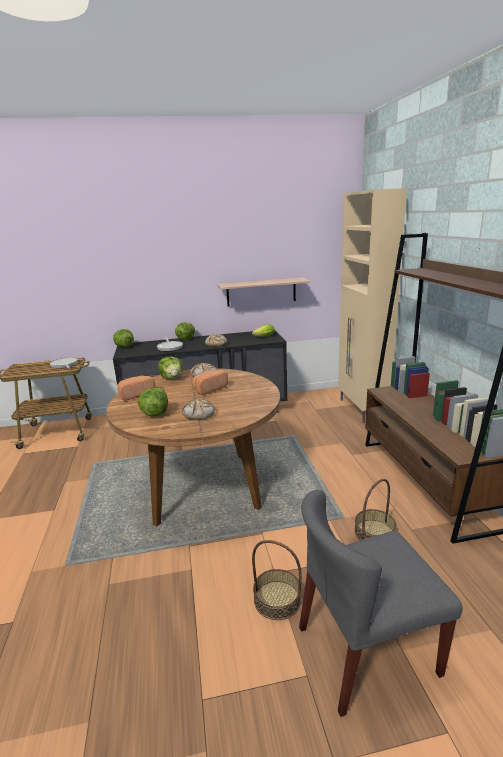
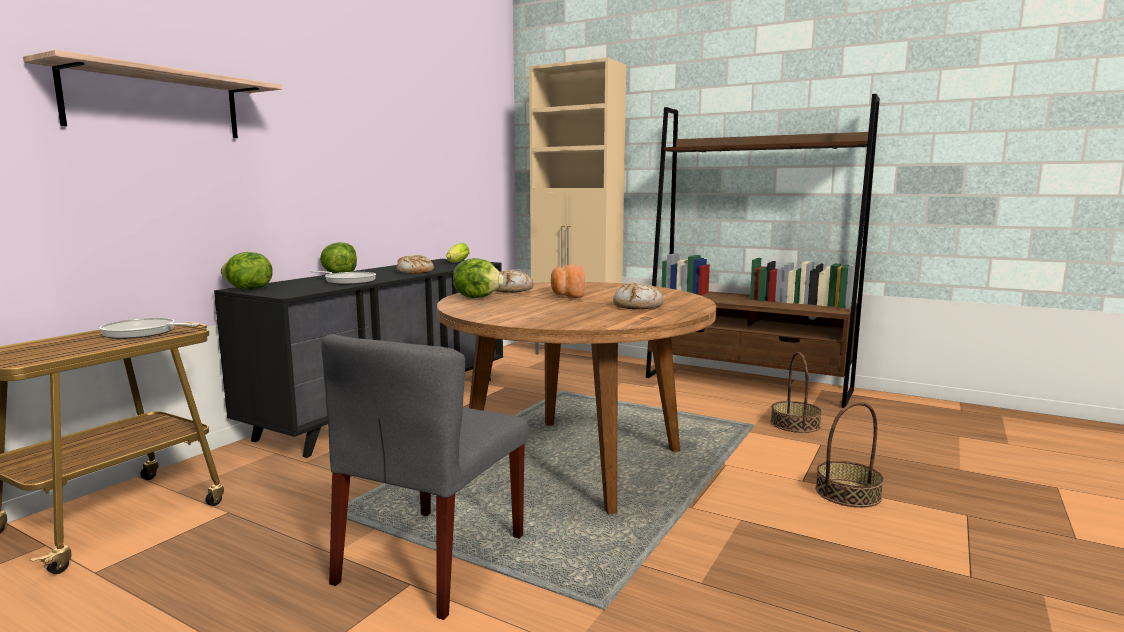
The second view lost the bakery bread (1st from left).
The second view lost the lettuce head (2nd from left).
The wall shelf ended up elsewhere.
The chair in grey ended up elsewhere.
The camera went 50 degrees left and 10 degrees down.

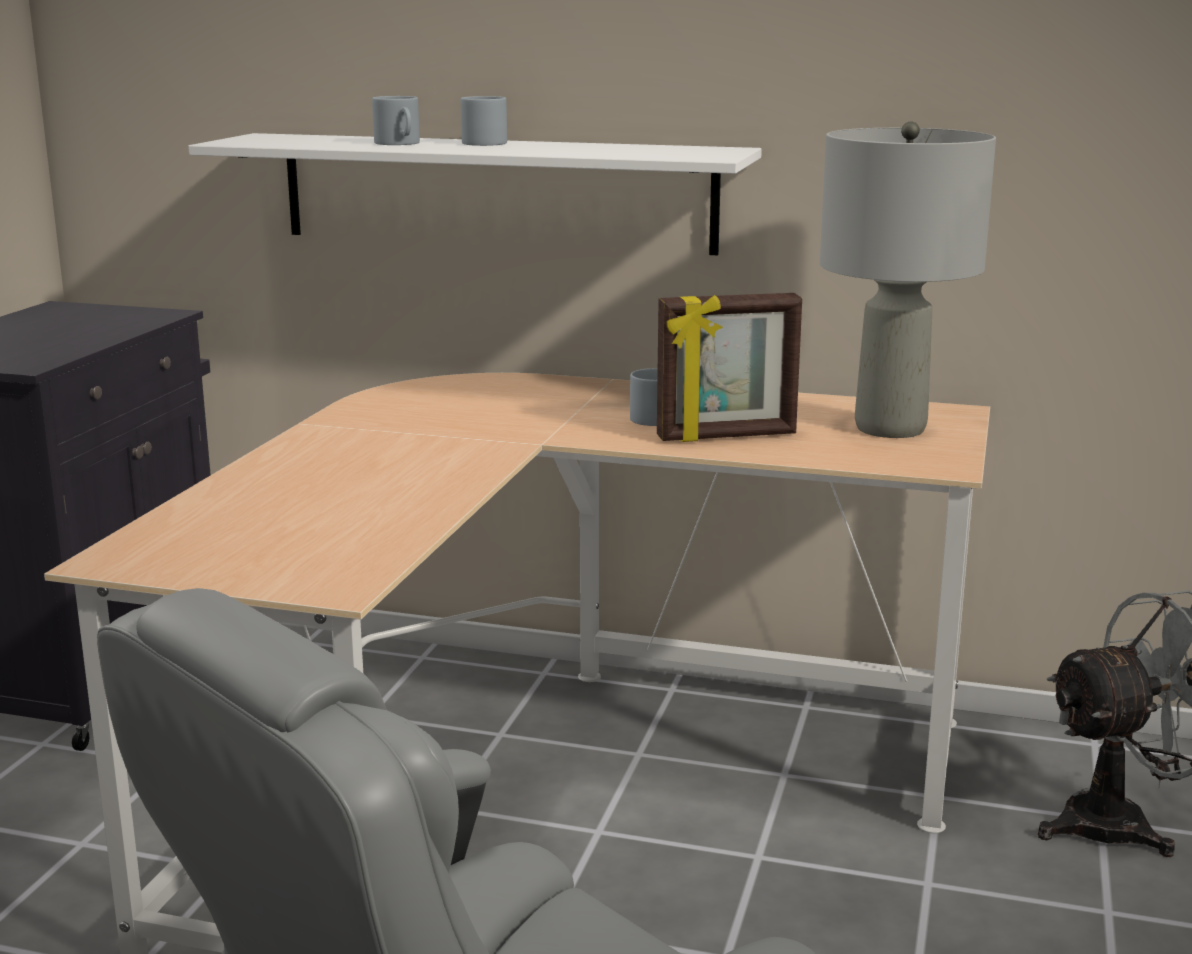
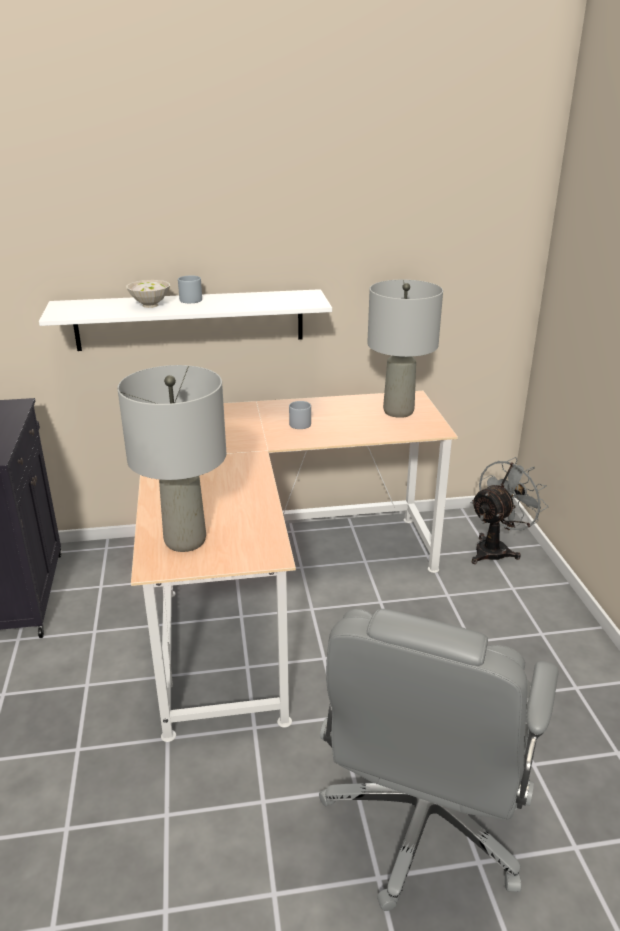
Where the tea mug in grey (1st from left) stood, the deep dish in whitish came to stand.
The second view lost the photo frame.
The second view gained the lamp for a table in grey (1st from left).
The camera went 25 degrees left and 10 degrees up.

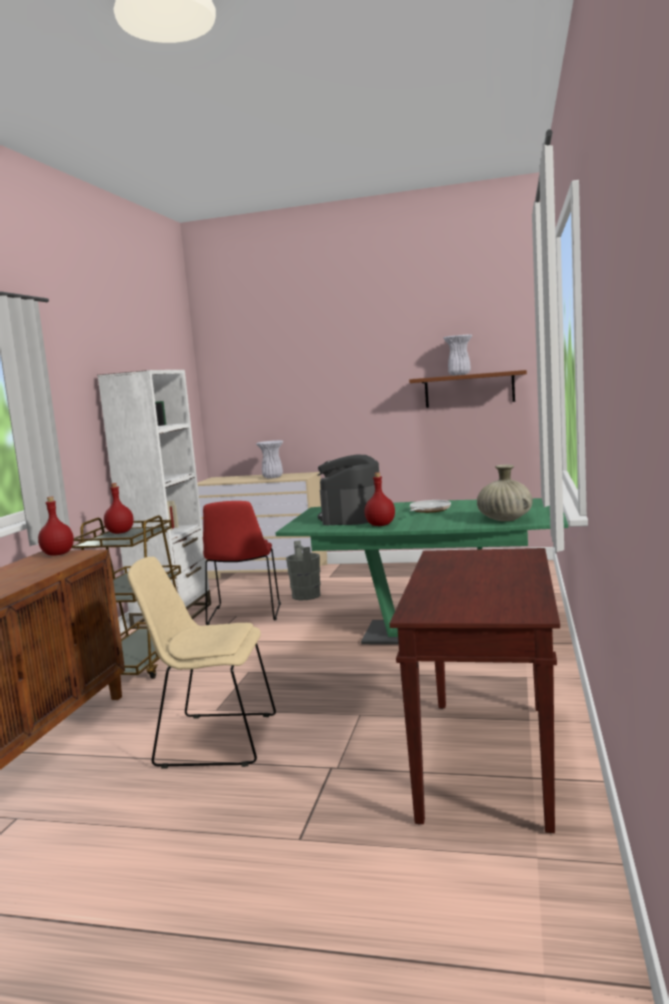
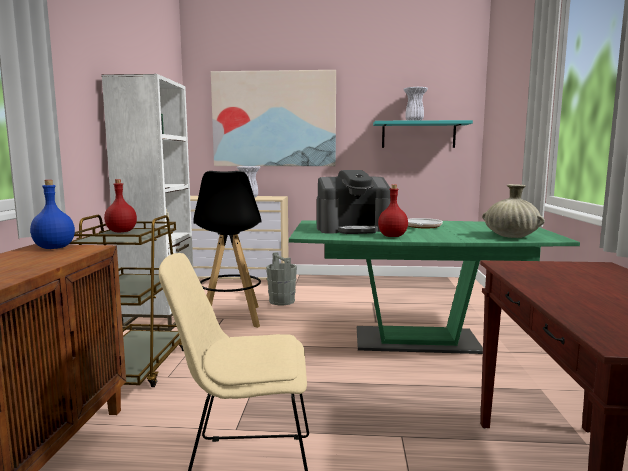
What was the beverage bottle in reddish (1st from left) turned into the beverage bottle in blue-coloured.
Where the chair in reddish stood, the sitting stool in blackish came to stand.
The coffee brewer ended up facing another way, 105 degrees counterclockwise from before.
What was the wall shelf in brownish turned into the wall shelf in turquoise.
The second view gained the wall art.
The camera went 10 degrees left and 0 degrees up.

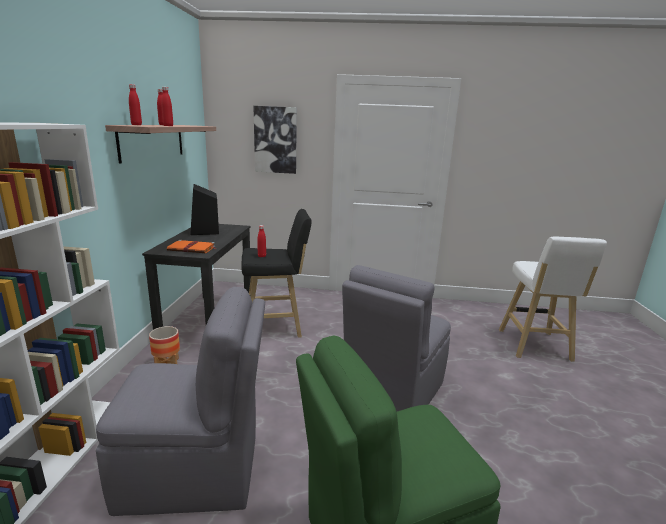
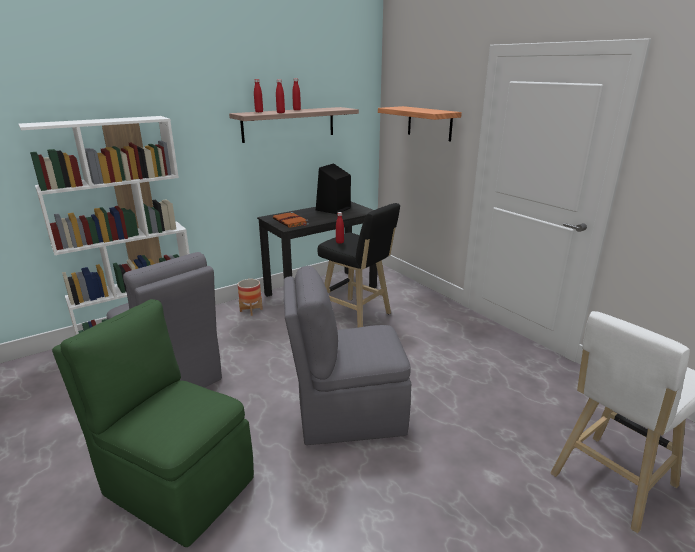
Where the wall art hung, the wall shelf (2nd from left) came to hang.
The camera went 50 degrees right and 5 degrees up.

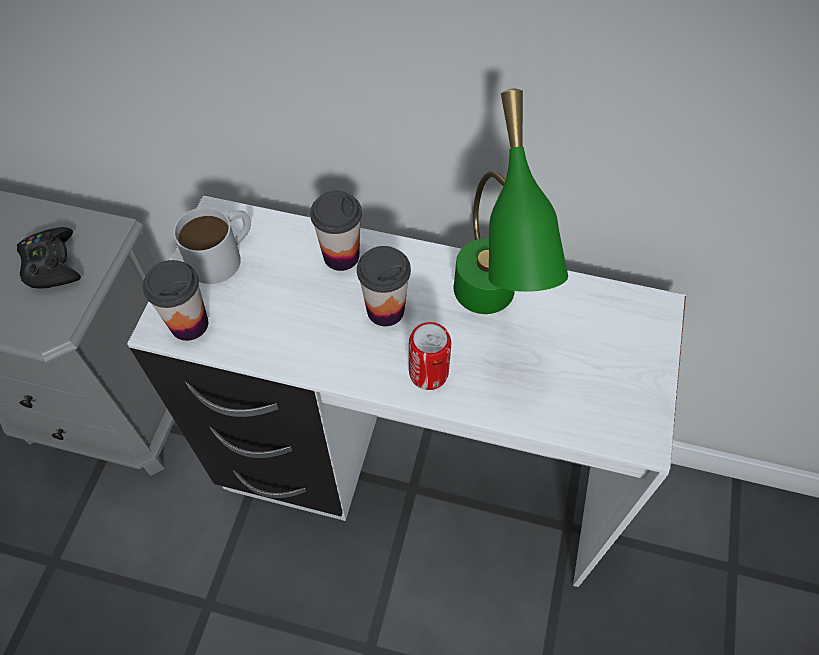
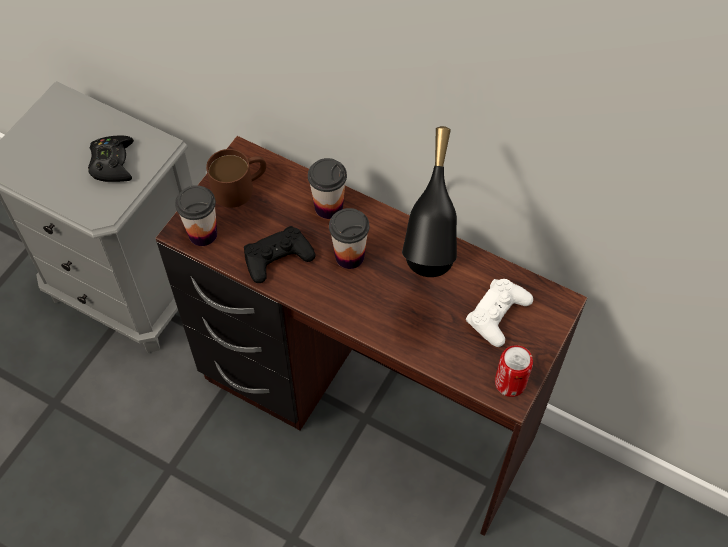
What was the desk table in whitish turned into the desk table in brownish.
What was the tea mug in whitish turned into the tea mug in brownish.
The can ended up elsewhere.
What was the lamp for a table in green turned into the lamp for a table in blackish.
The second view gained the game controller in blackish (2nd from left).
The second view gained the game controller in whitish.
The camera went 15 degrees right and 0 degrees up.

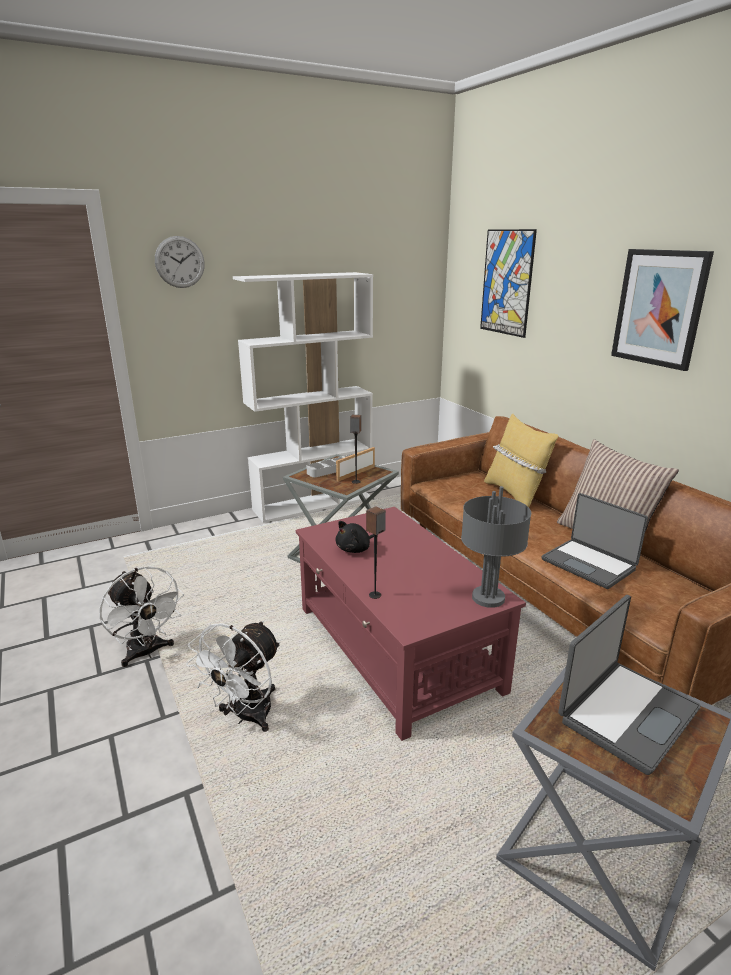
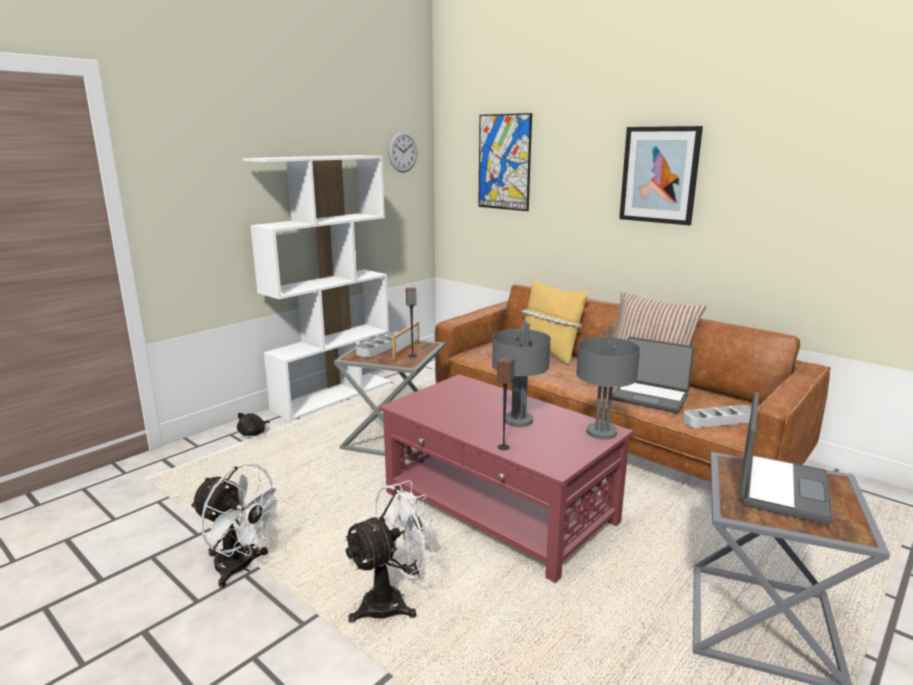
The clock on the wall ended up elsewhere.
The electric fan in whitish (2nd from left) ended up facing another way, 135 degrees counterclockwise from before.
The plush toy in blackish ended up elsewhere.
The second view gained the lamp for a table in grey (1st from left).
The second view gained the serving tray in grey (2nd from left).
The camera went 20 degrees left and 5 degrees down.

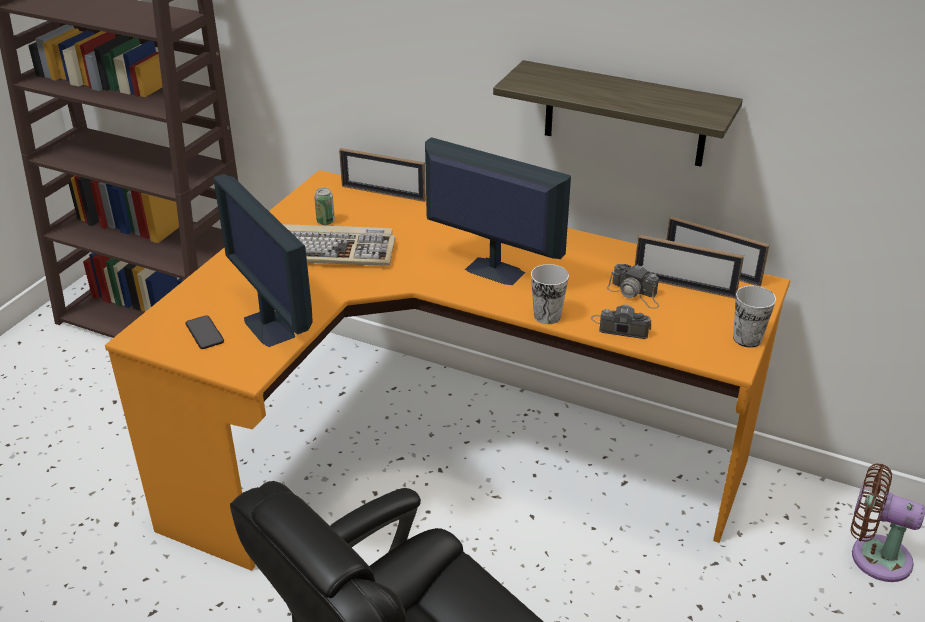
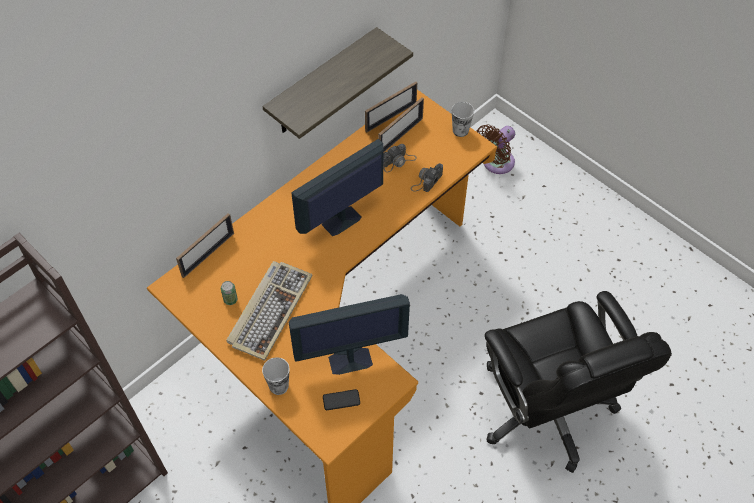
The cup (1st from left) ended up elsewhere.
The camera went 70 degrees left and 20 degrees up.

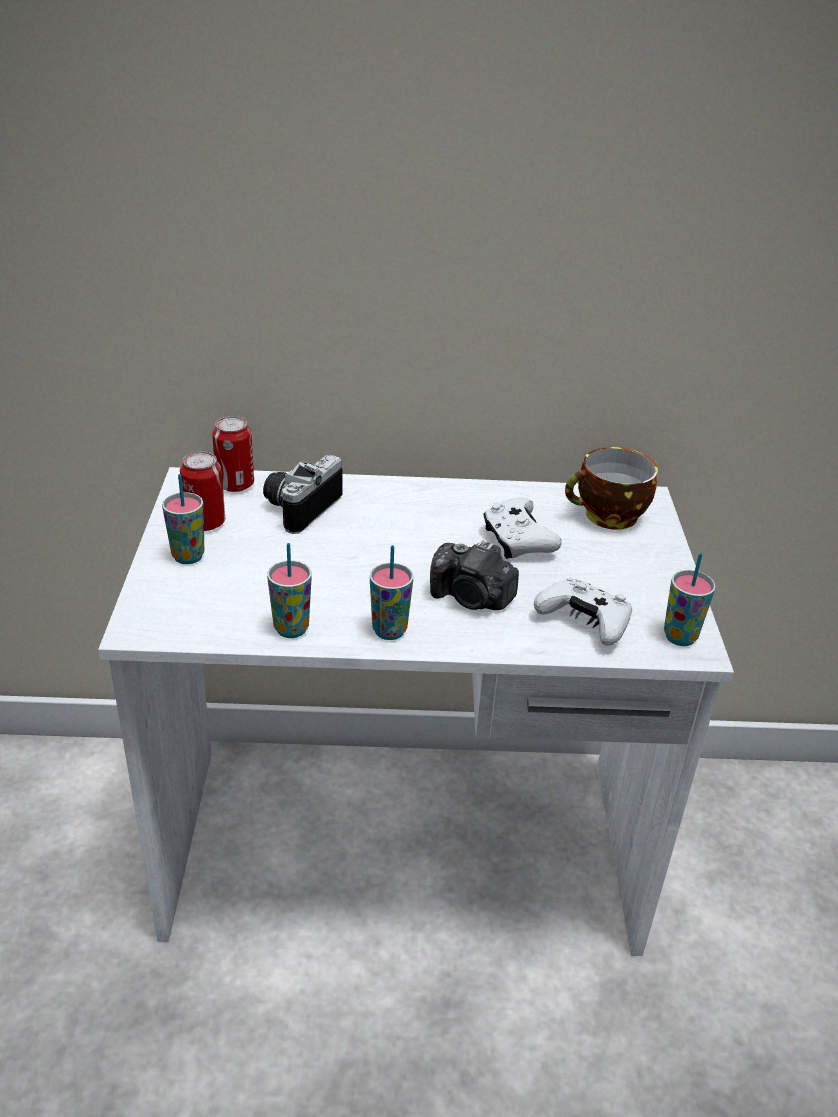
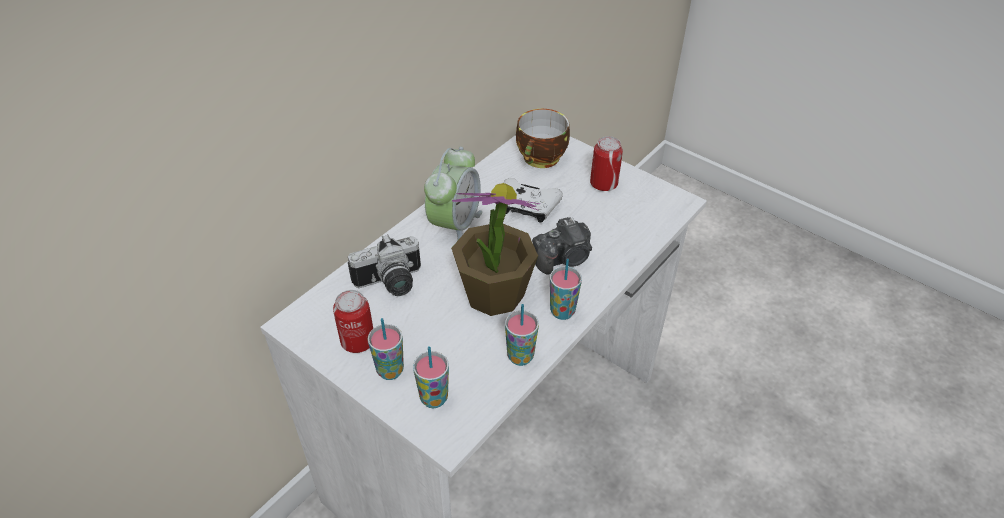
The can (2nd from left) ended up elsewhere.
The photo camera (1st from left) ended up facing another way, 90 degrees counterclockwise from before.
The second view lost the game controller in whitish (2nd from left).
The cup (5th from left in the first image) ended up elsewhere.
The second view gained the bedside clock.
The second view gained the houseplant.
The camera went 50 degrees left and 10 degrees up.

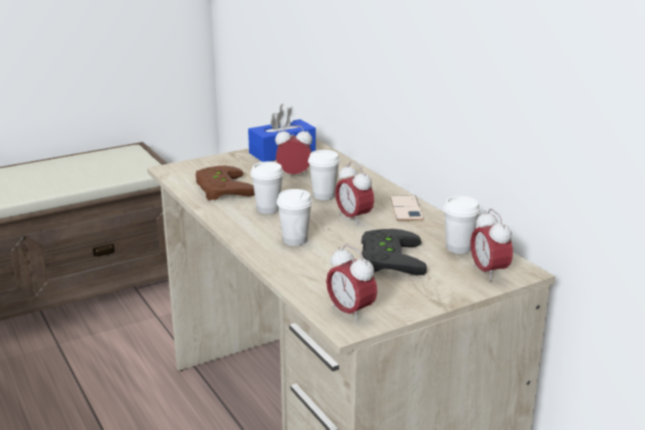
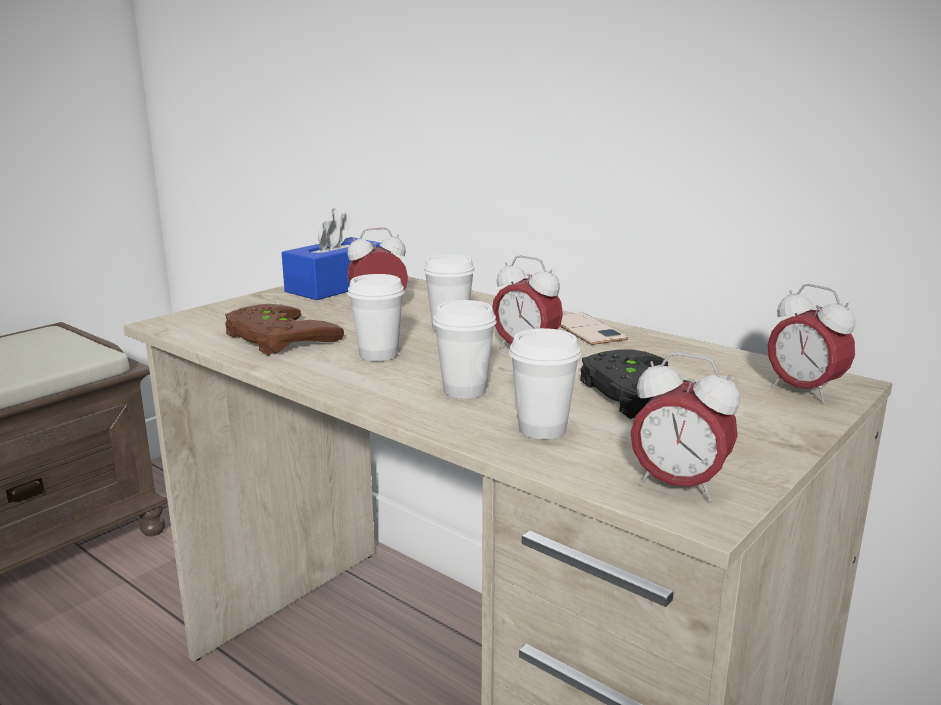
The cup in whitish (4th from left) ended up elsewhere.
The camera went 20 degrees left and 5 degrees down.

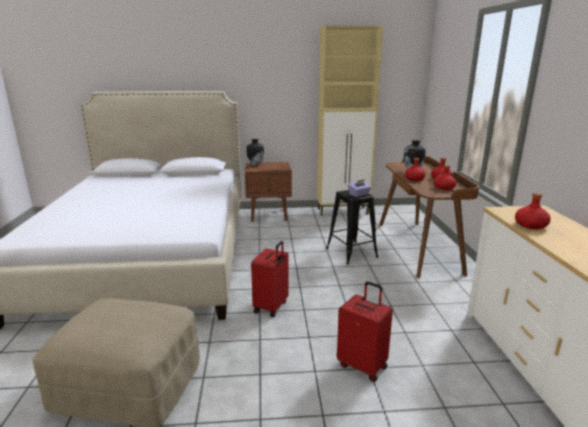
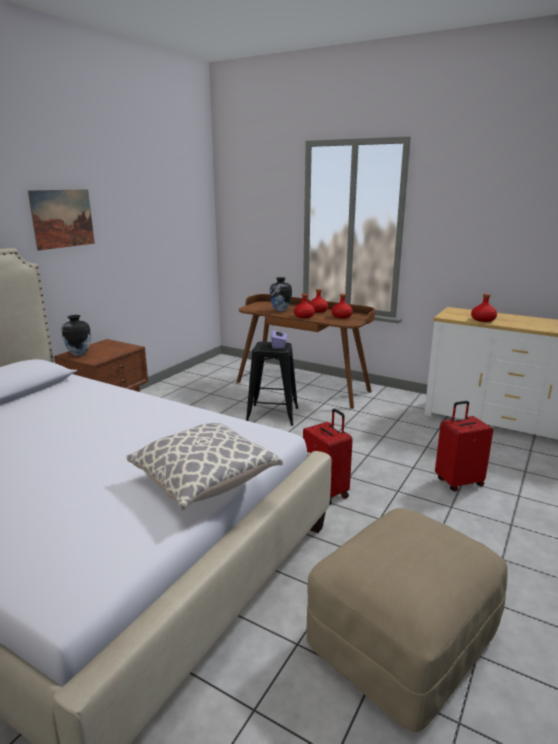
The second view lost the cupboard in beige.
The second view gained the wall art.
The second view gained the cushion.
The camera went 55 degrees left and 0 degrees up.

